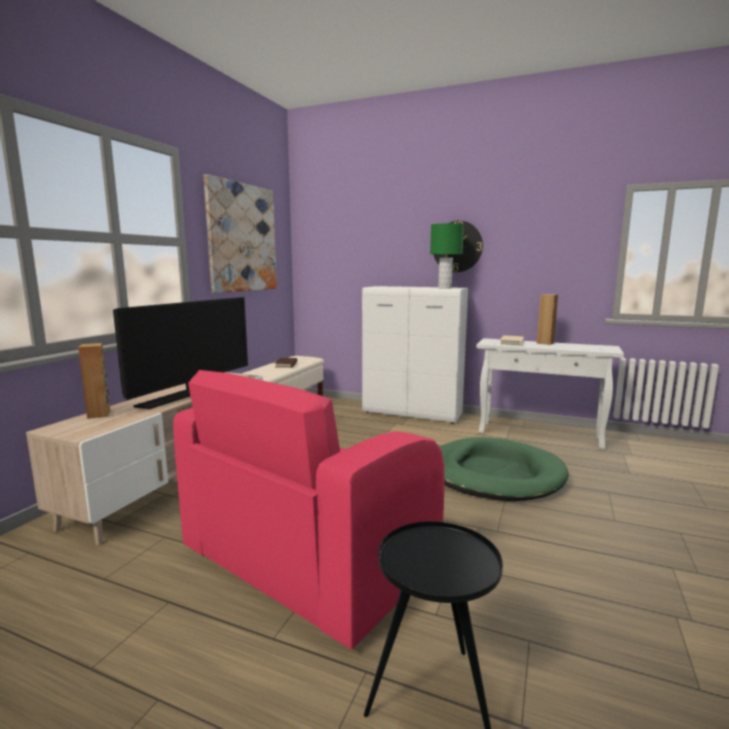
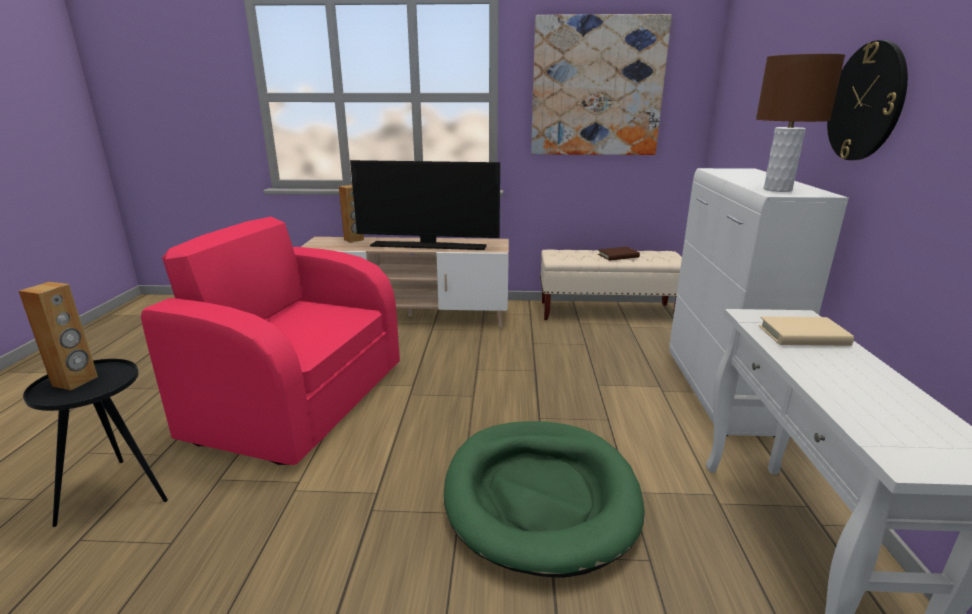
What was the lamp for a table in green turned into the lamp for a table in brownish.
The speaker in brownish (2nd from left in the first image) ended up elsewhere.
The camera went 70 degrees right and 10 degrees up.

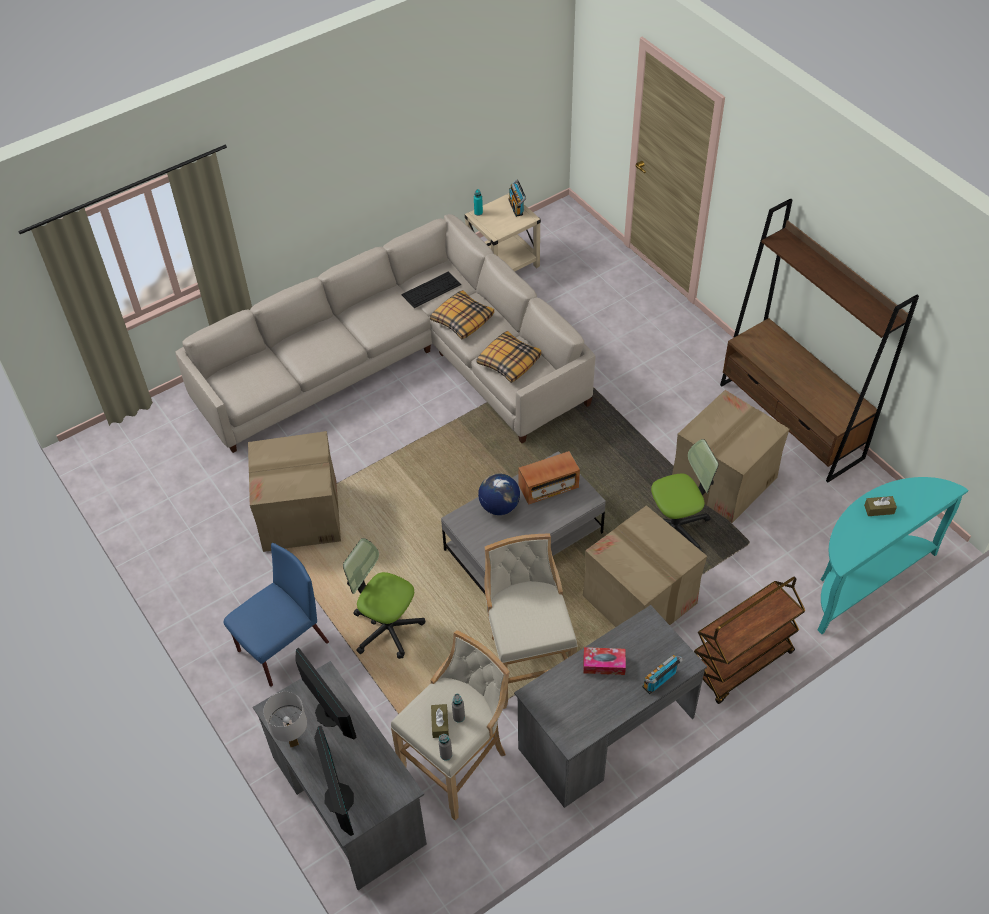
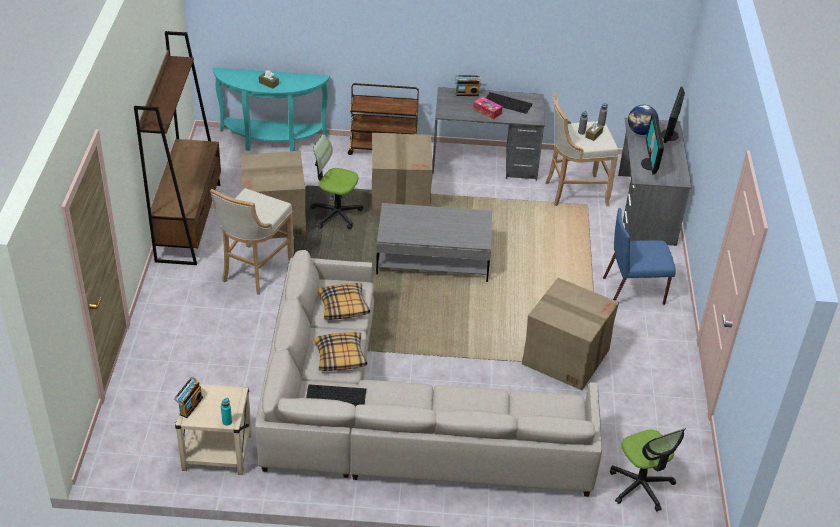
The second view lost the lamp for a table in whitish.
The office chair (1st from left in the first image) ended up elsewhere.
The desk globe ended up elsewhere.
The sitting stool in beige (2nd from left in the first image) ended up elsewhere.
The second view lost the radio receiver (2nd from left).
The second view gained the computer keyboard (2nd from left).
The camera went 145 degrees left and 10 degrees down.

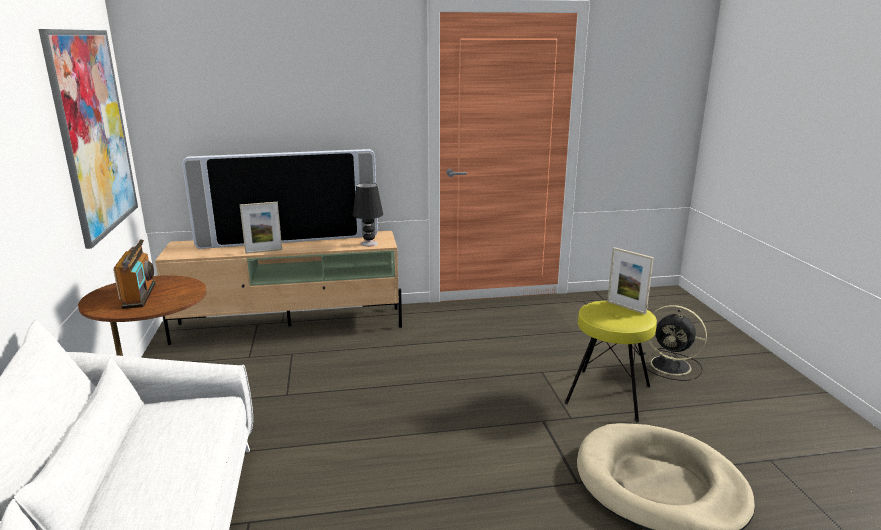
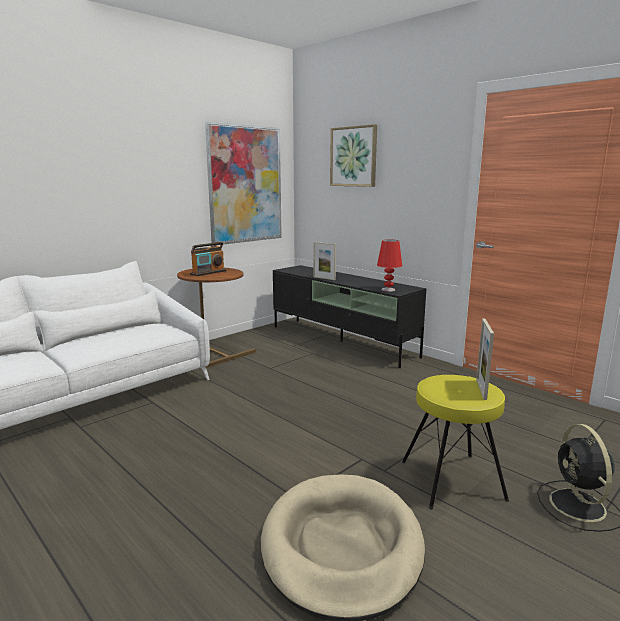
What was the media console in beige turned into the media console in blackish.
The second view lost the TV set.
What was the lamp for a table in blackish turned into the lamp for a table in reddish.
The second view gained the wall art (2nd from left).
The camera went 55 degrees right and 5 degrees down.

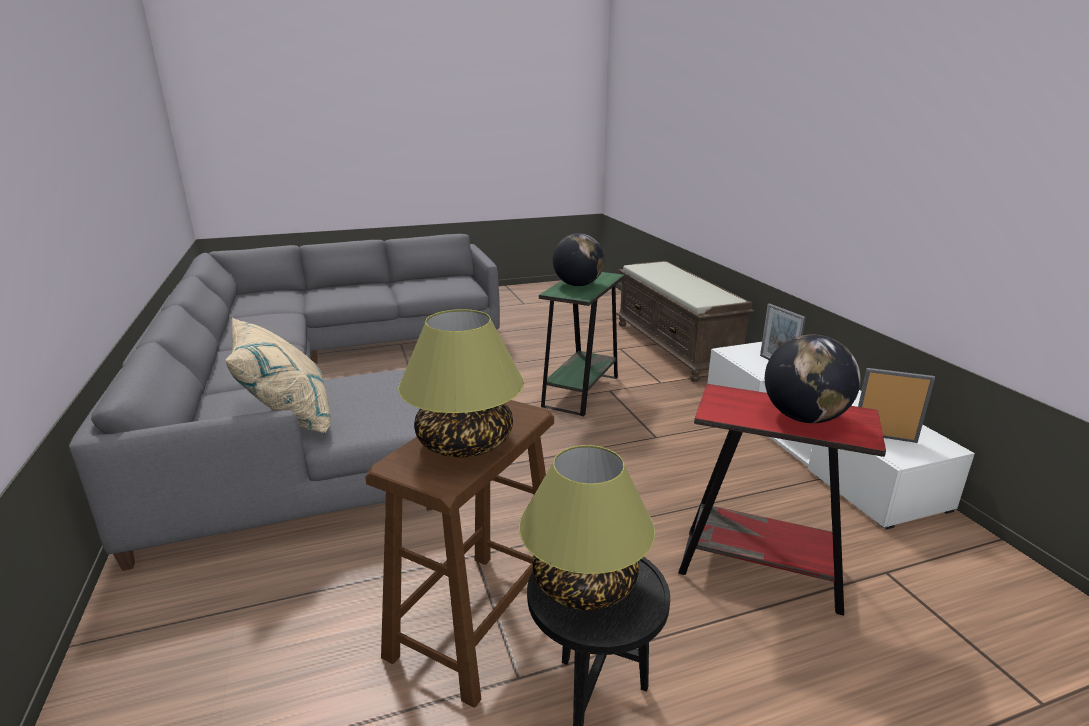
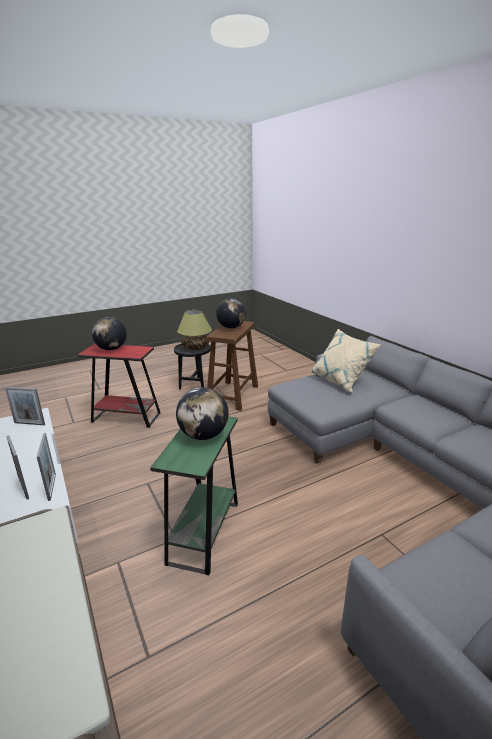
Where the lamp for a table (1st from left) stood, the desk globe (3rd from left) came to stand.
The second view gained the photo frame (3rd from left).
The camera went 170 degrees right and 0 degrees up.

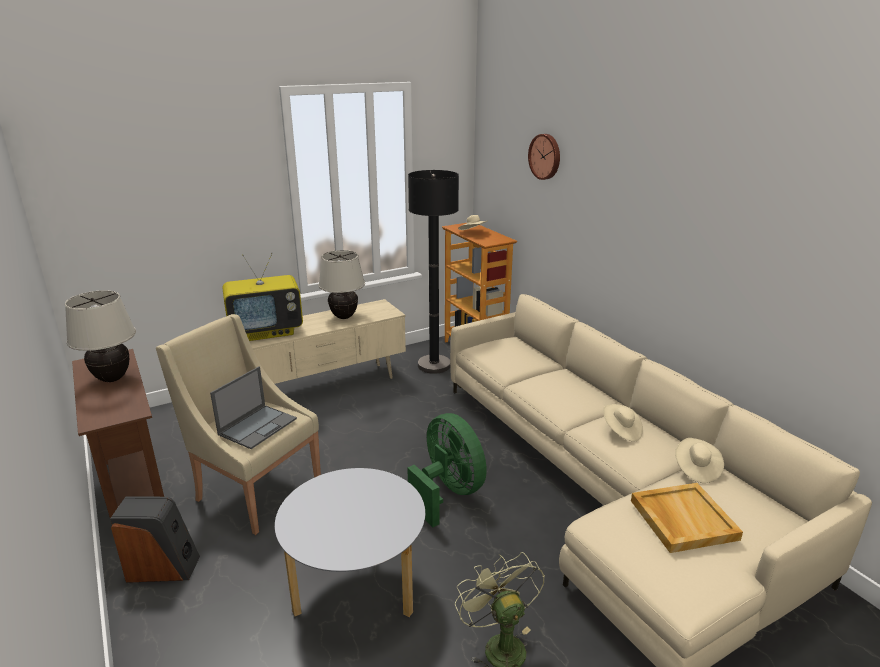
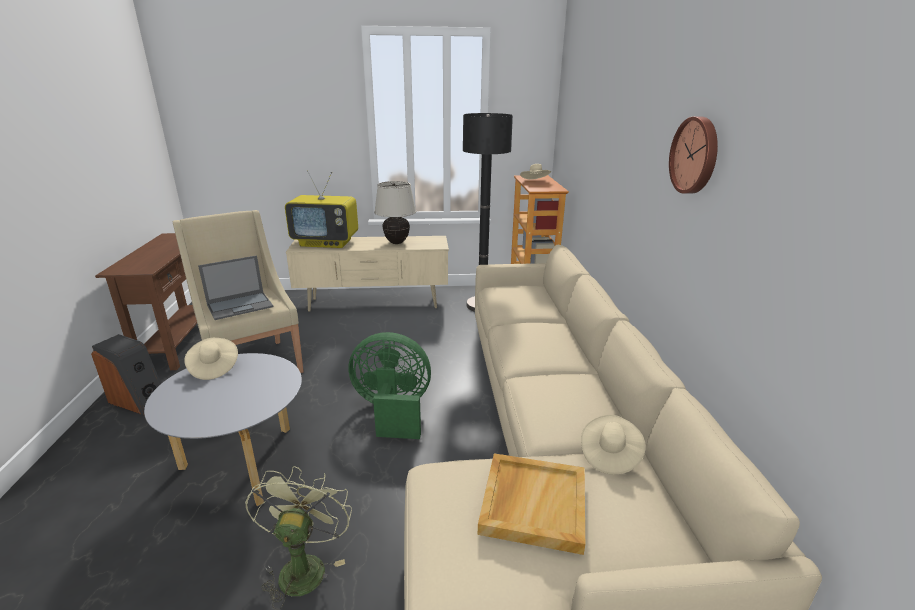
The second view lost the lamp for a table in beige (1st from left).
The electric fan in green (1st from left in the first image) ended up facing another way, 75 degrees counterclockwise from before.
The clock on the wall ended up elsewhere.
The hat in beige (2nd from left in the first image) ended up elsewhere.
The camera went 25 degrees right and 0 degrees up.

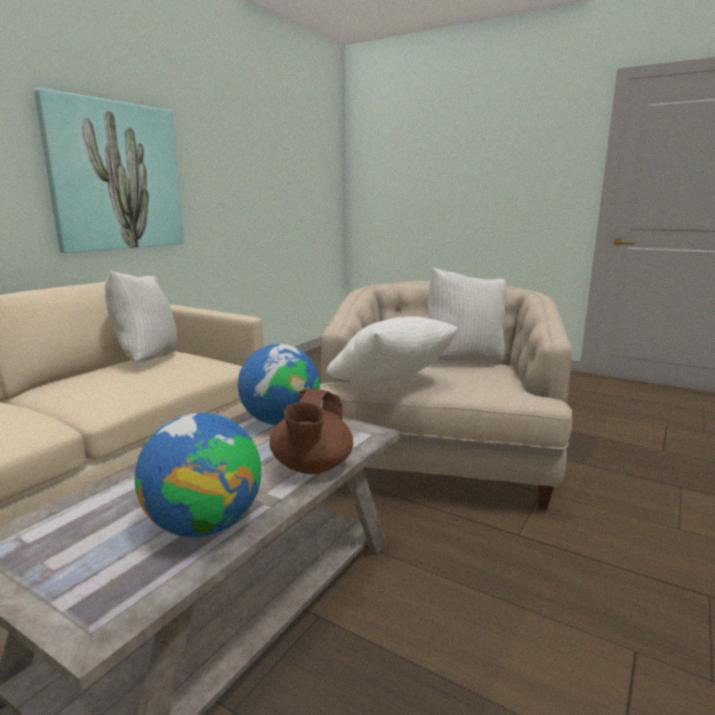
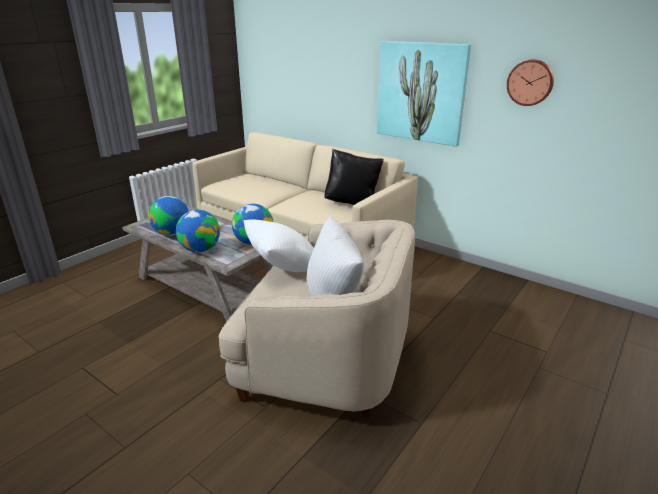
What was the cushion in whitish (1st from left) turned into the cushion in blackish.
Where the tea pot in brownish stood, the desk globe (2nd from left) came to stand.
The second view gained the clock on the wall.
The camera went 95 degrees right and 10 degrees up.

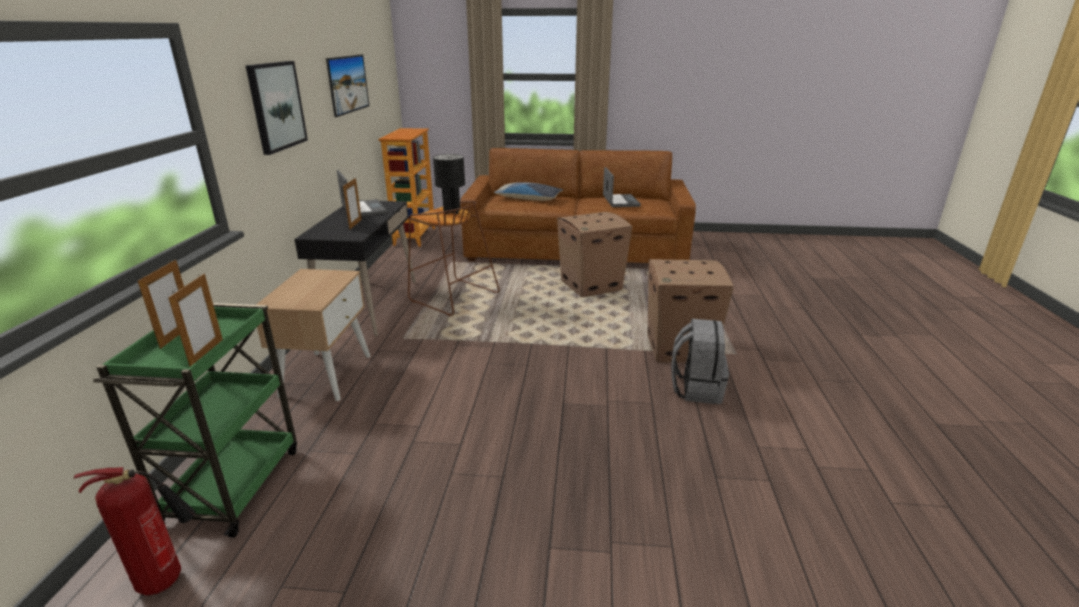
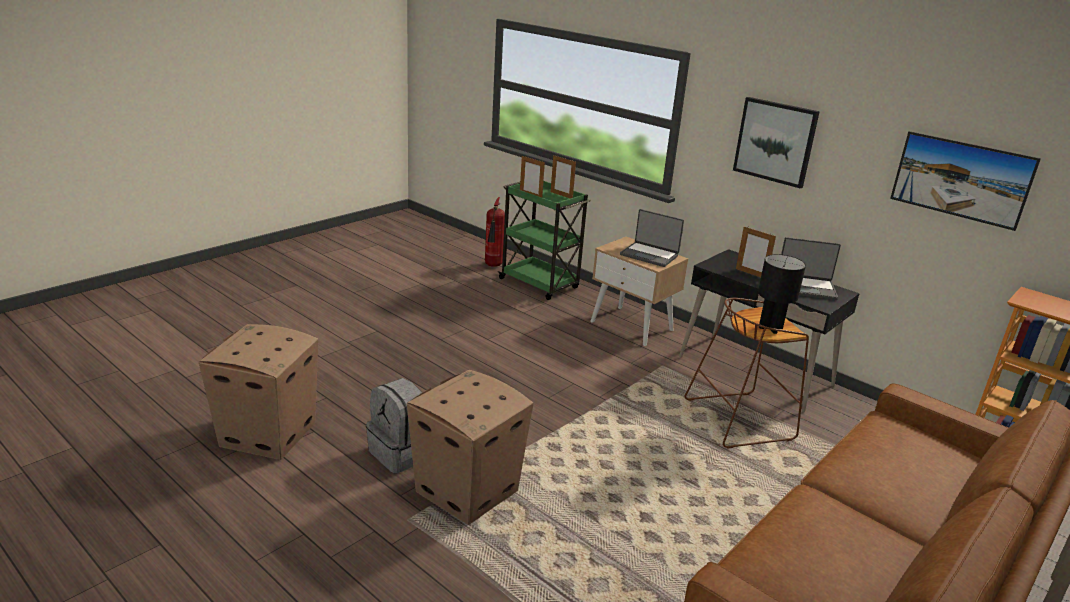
The second view lost the cushion.
The carton (1st from left) ended up elsewhere.
The laptop (2nd from left in the first image) ended up elsewhere.
The camera went 125 degrees right and 0 degrees up.

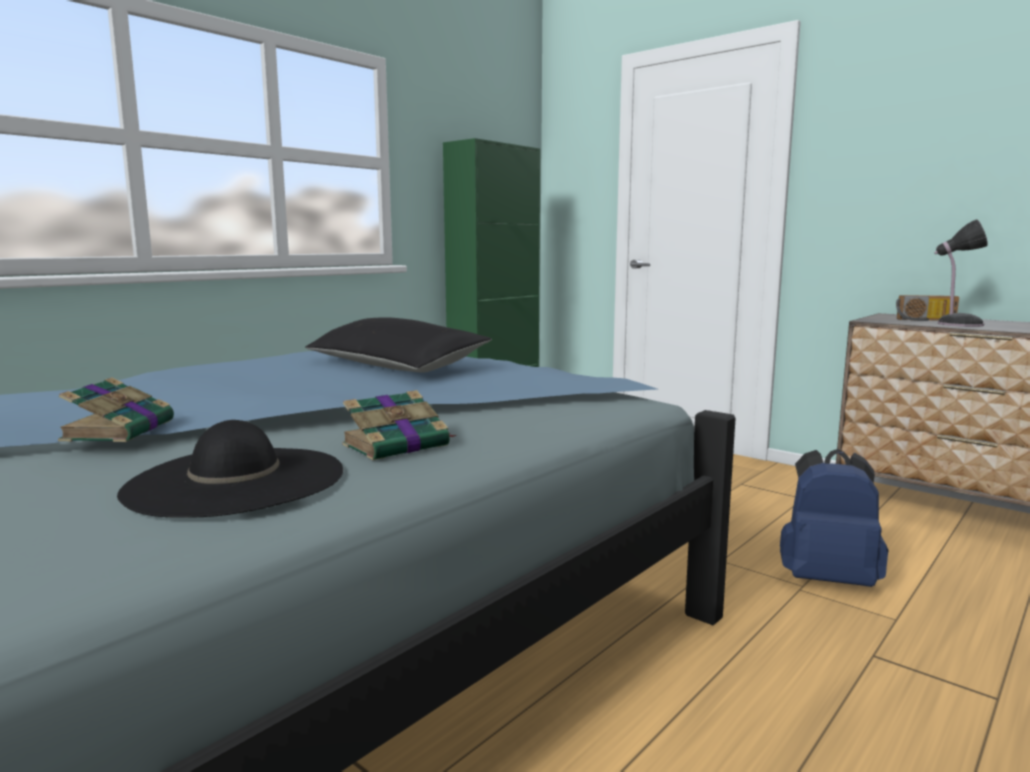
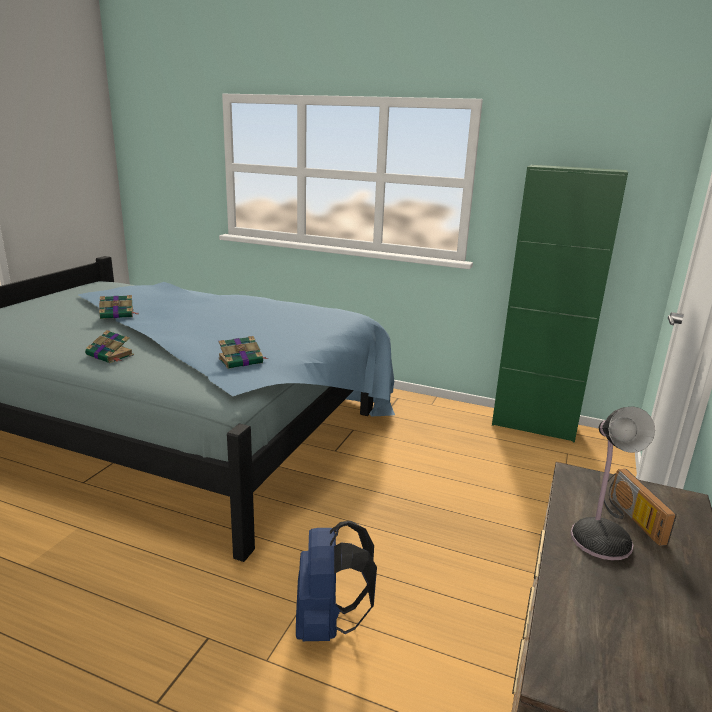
The second view lost the hat in blackish.
The second view lost the cushion in blackish.
The second view gained the bound book (3rd from left).
The camera went 70 degrees right and 10 degrees up.

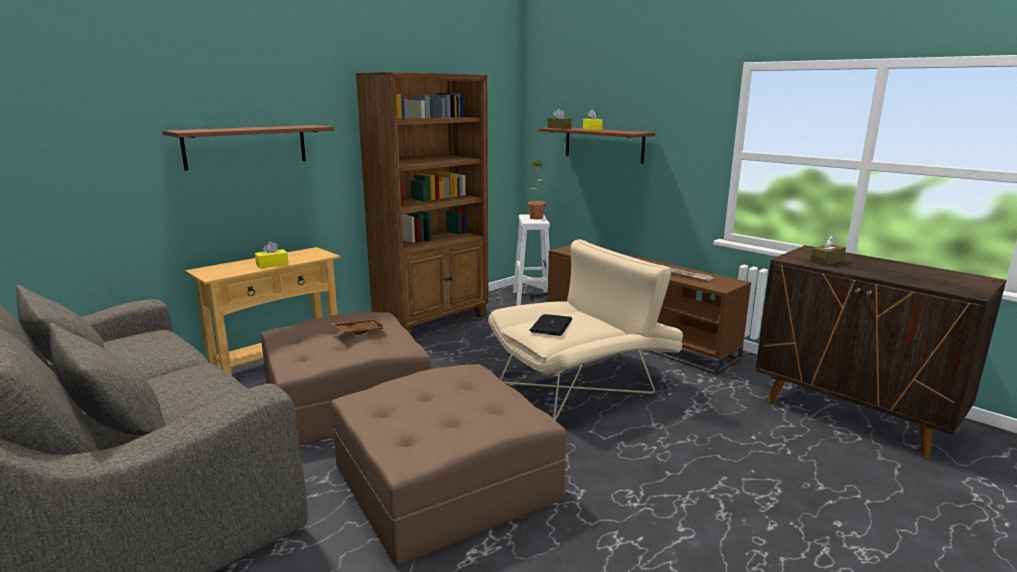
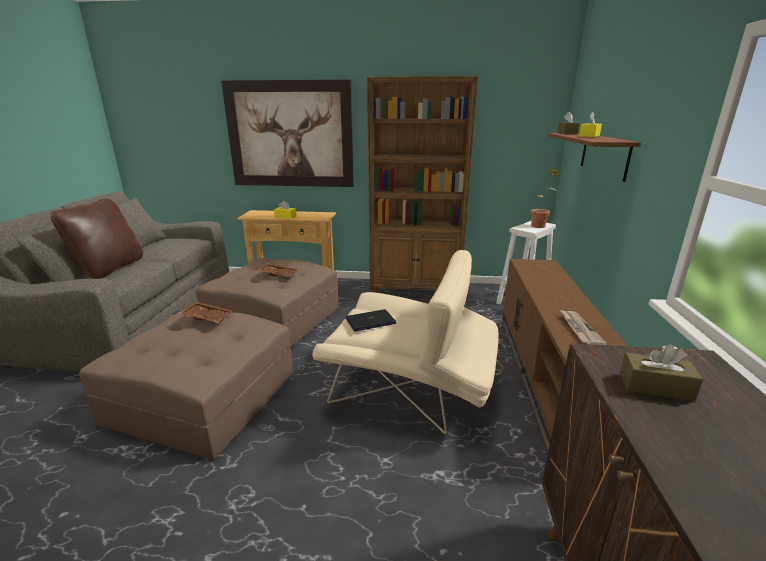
Where the wall shelf in brownish (1st from left) hung, the wall art came to hang.
The second view gained the cushion in brownish.
The second view gained the serving tray in brownish (1st from left).
The camera went 50 degrees right and 5 degrees up.

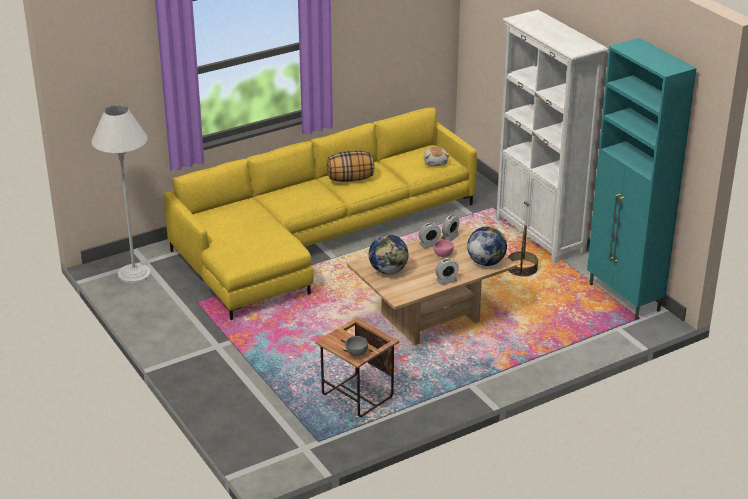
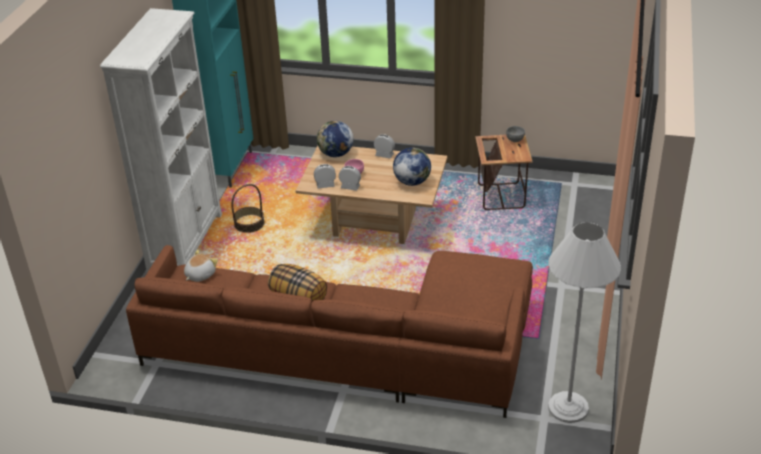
What was the sofa in yellowish turned into the sofa in brownish.
The camera went 135 degrees left and 5 degrees up.

